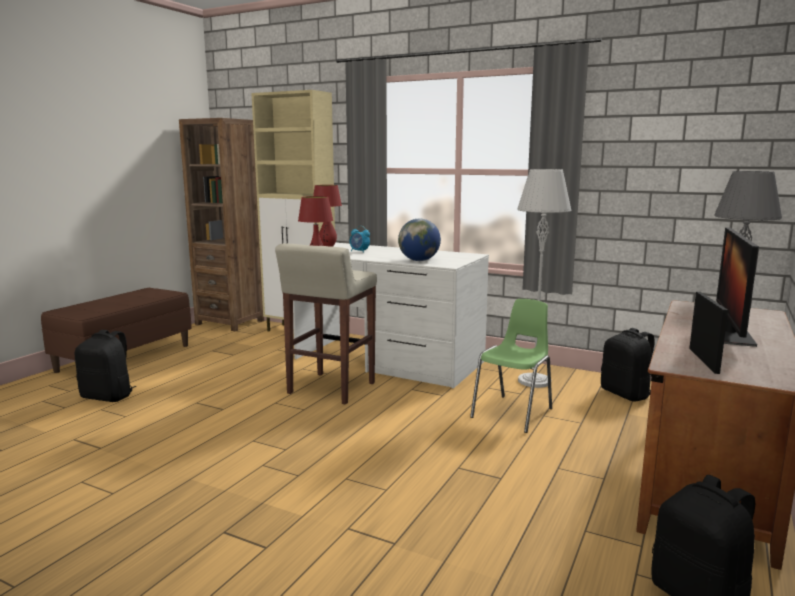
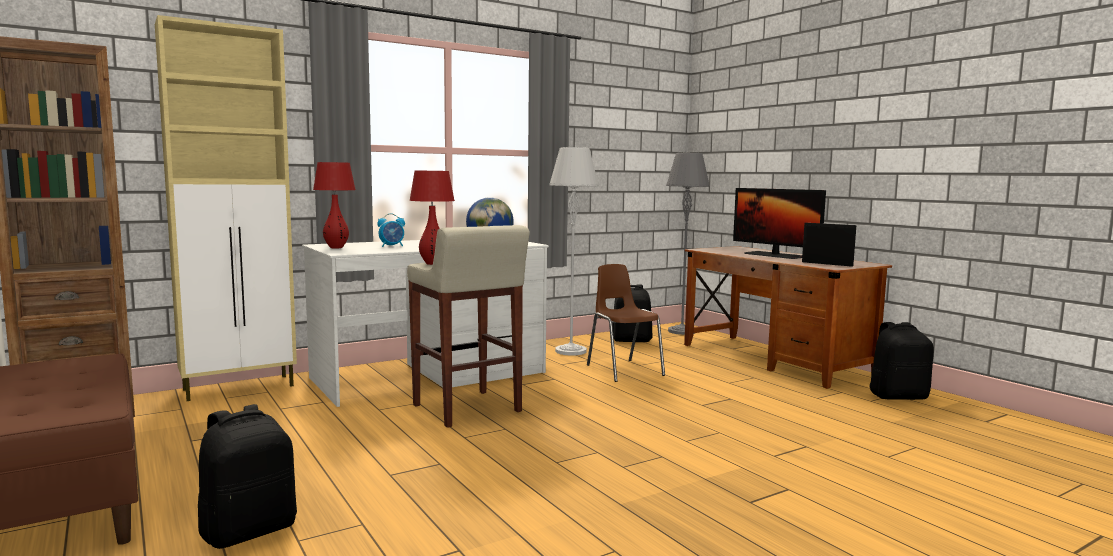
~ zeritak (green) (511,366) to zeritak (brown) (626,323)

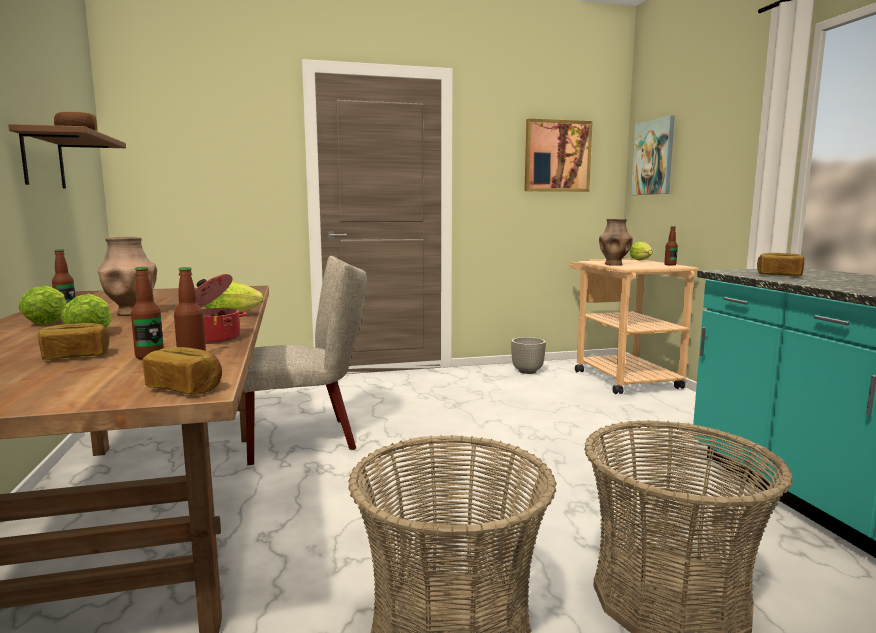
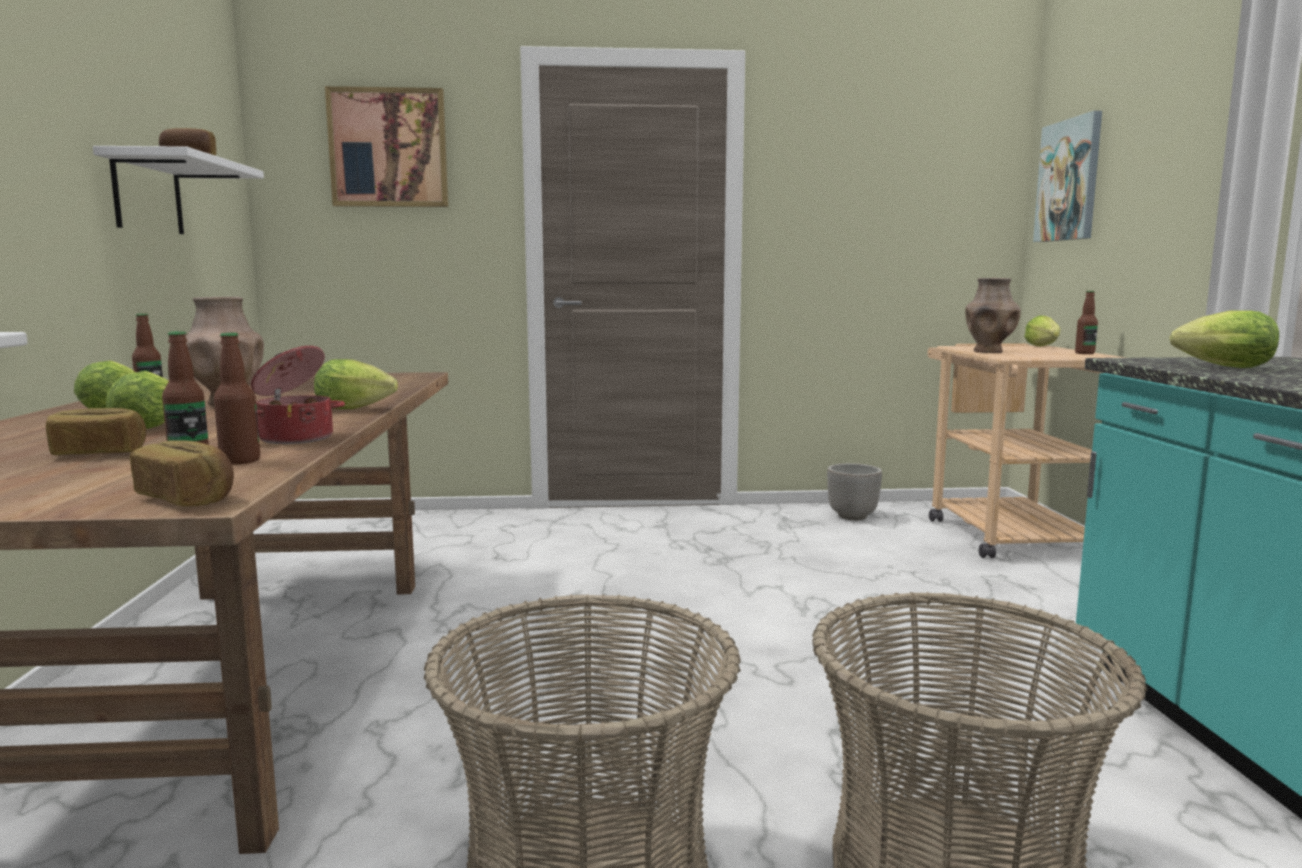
~ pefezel (559,155) to (386,146)
~ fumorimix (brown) (67,156) to fumorimix (white) (178,190)
~ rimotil (780,264) to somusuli (1224,339)
- zeritak (beige) (305,360)

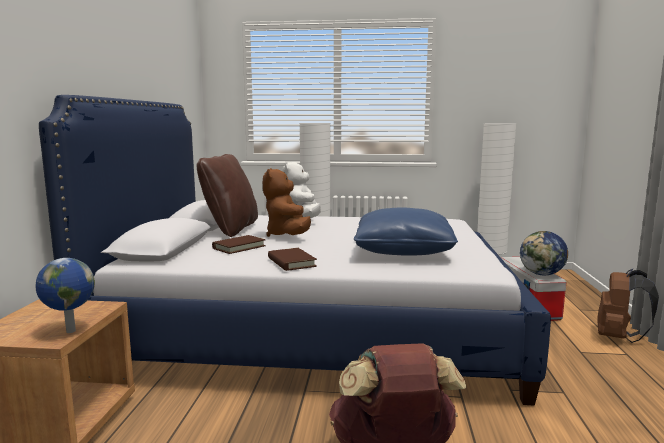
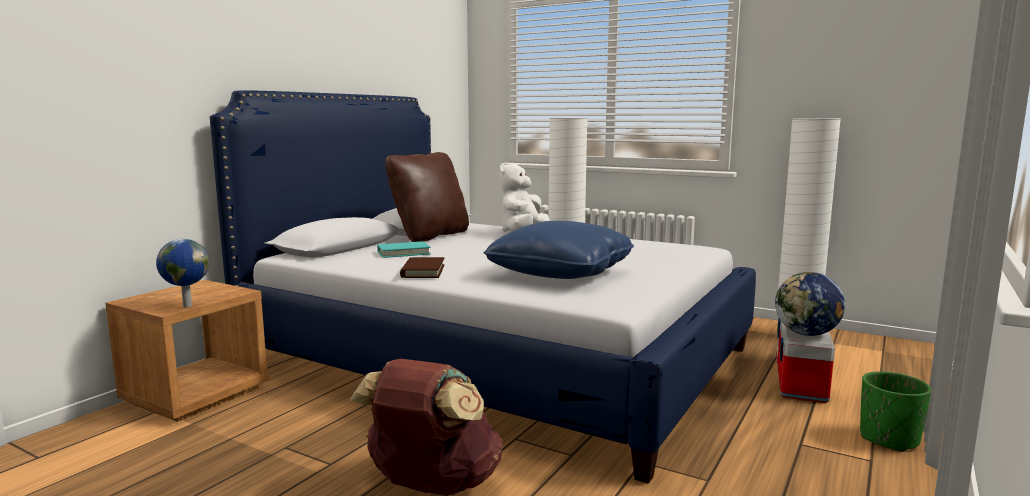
- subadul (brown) (287,202)
~ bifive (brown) (239,244) to bifive (turquoise) (404,249)
~ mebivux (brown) (628,306) to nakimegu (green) (895,411)

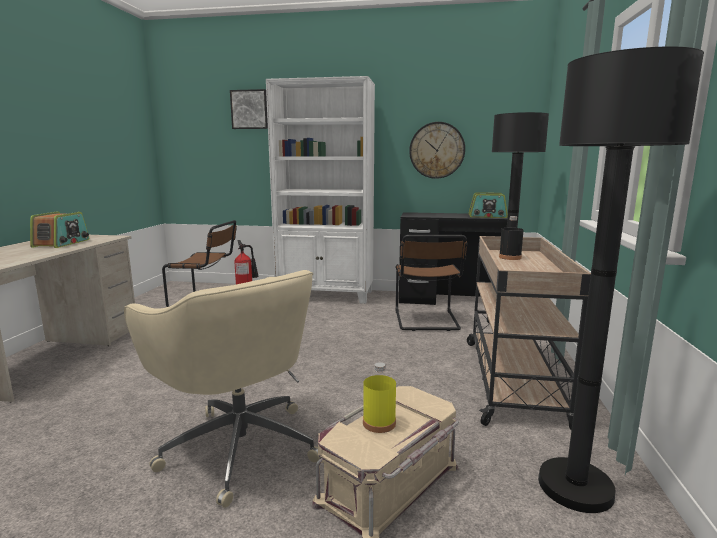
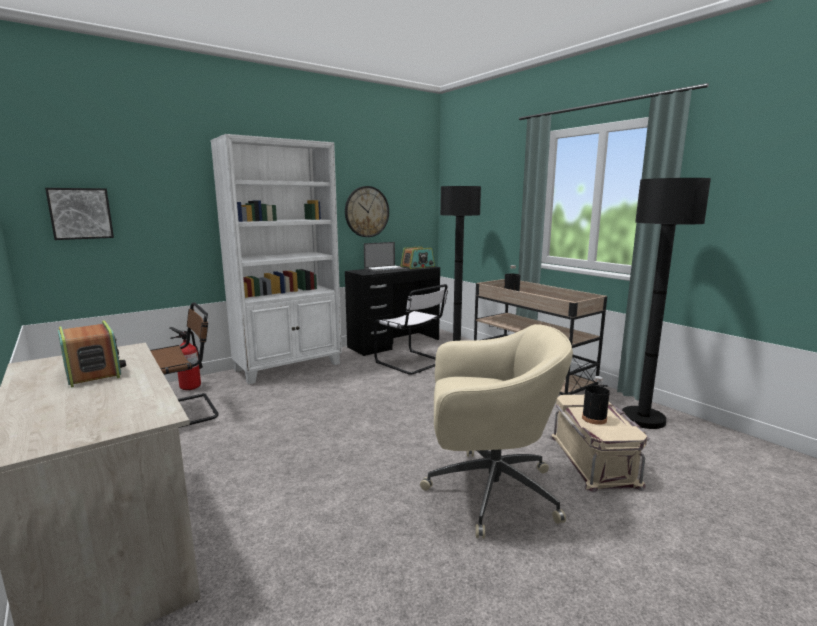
~ pefezel (249,109) to (79,214)
~ zeritak (brown) (431,283) to zeritak (white) (411,329)
~ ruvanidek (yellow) (379,397) to ruvanidek (black) (596,400)
+ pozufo (386,257)

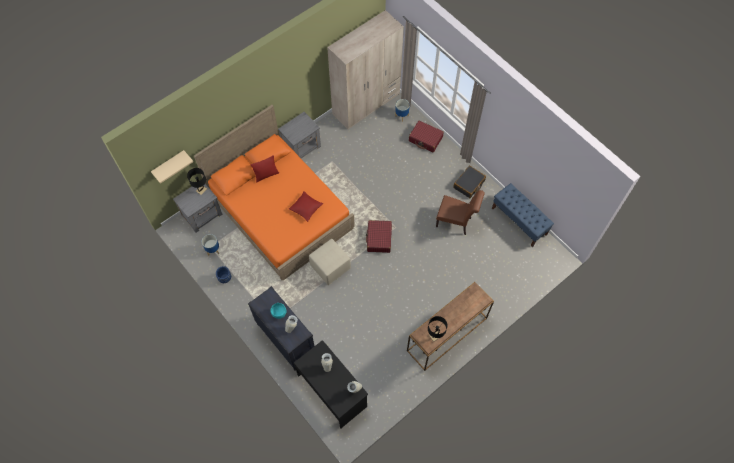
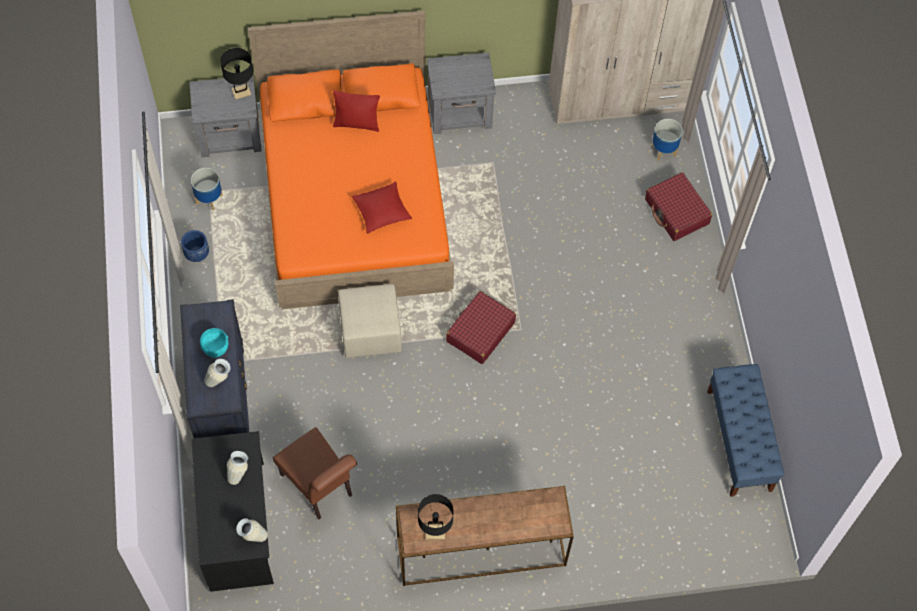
- fumorimix (beige) (172,167)
- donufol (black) (469,182)
~ zeritak (brown) (460,212) to (315,473)

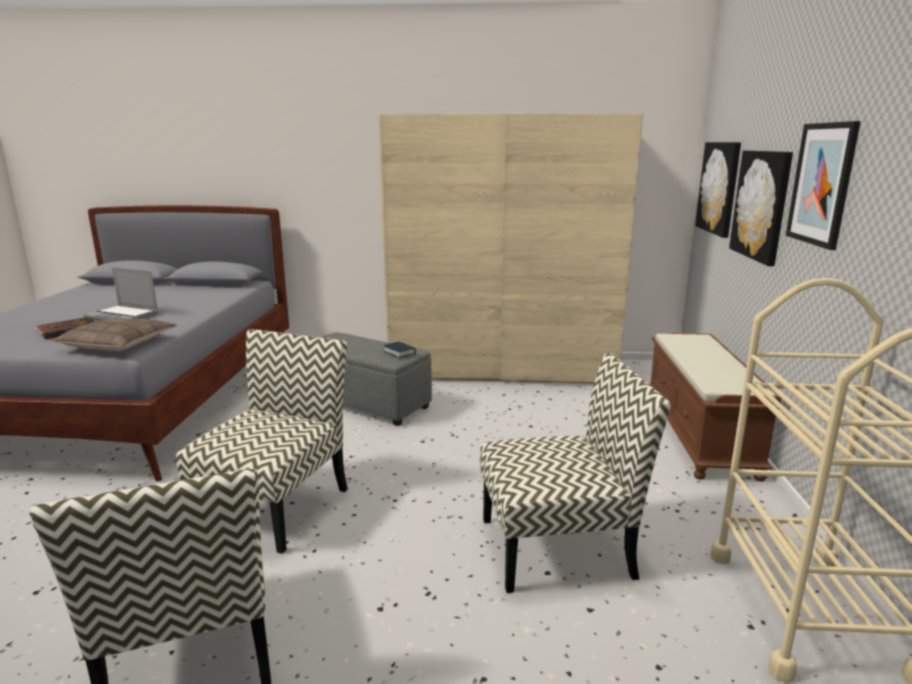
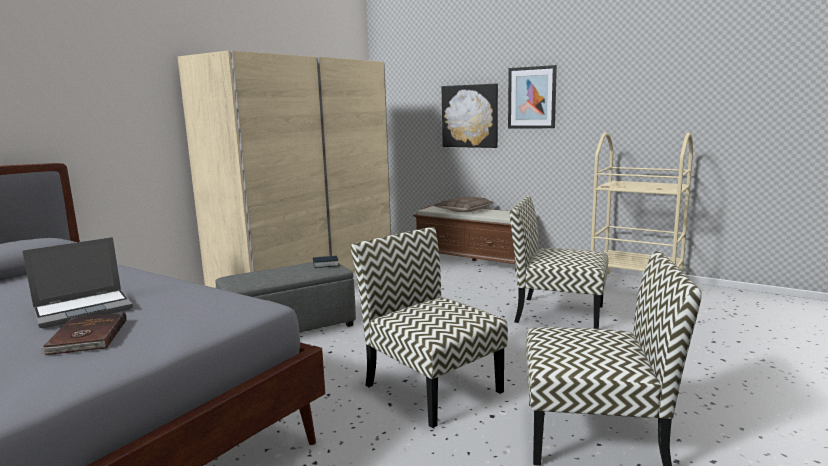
- pefezel (718,190)
~ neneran (115,334) to (464,204)
~ zeritak (575,472) = (559,262) 90 degrees counterclockwise

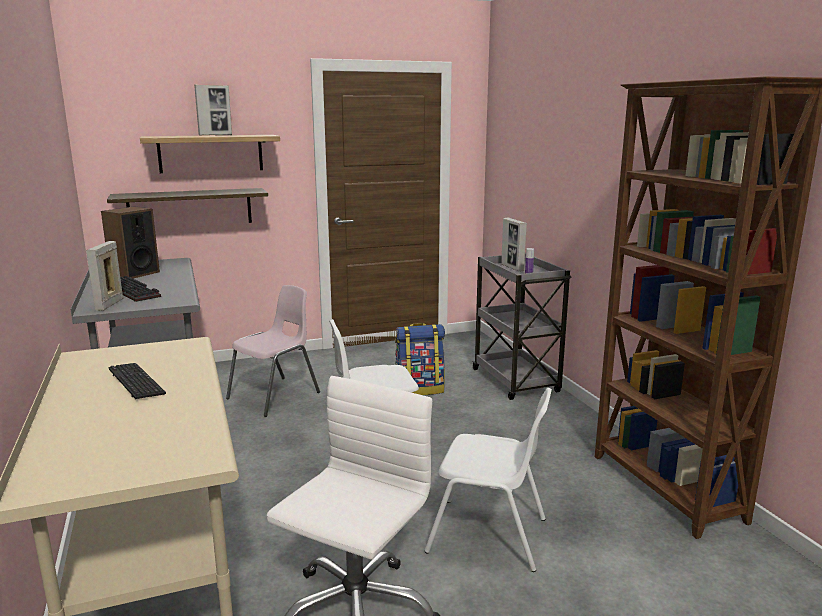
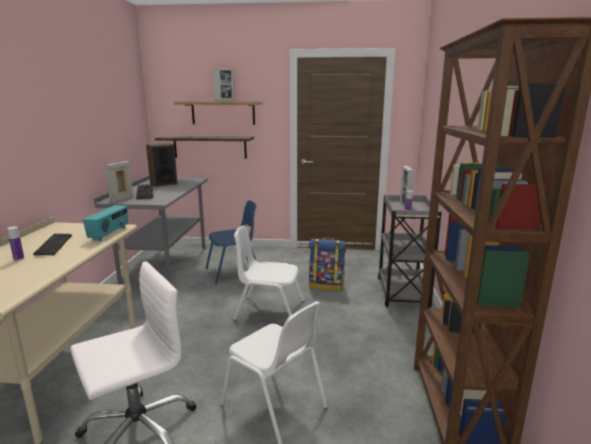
~ zeritak (pink) (273,351) to zeritak (blue) (231,242)
+ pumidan (105,223)
+ ruvanidek (15,243)

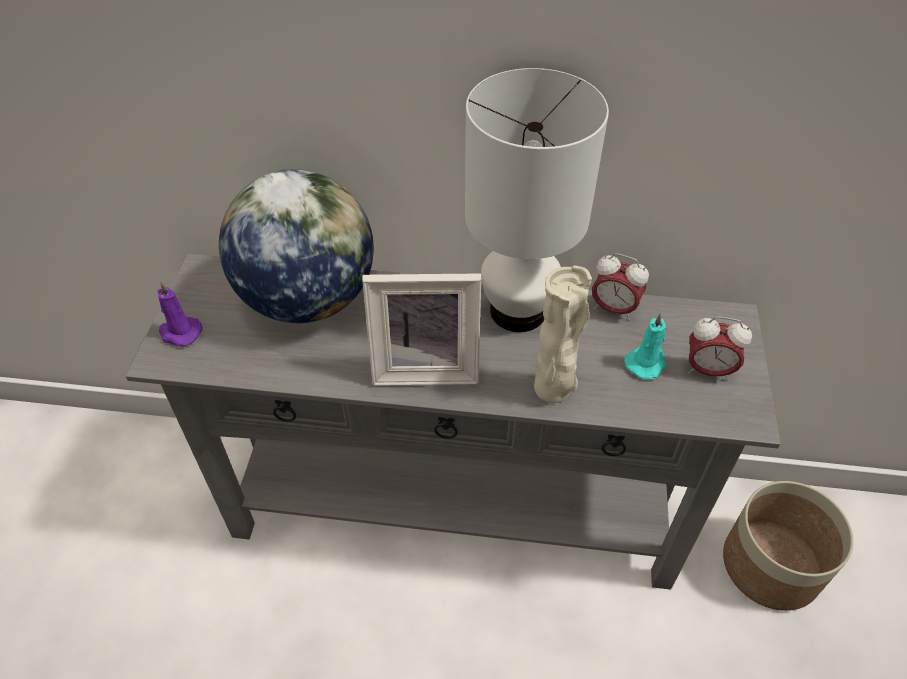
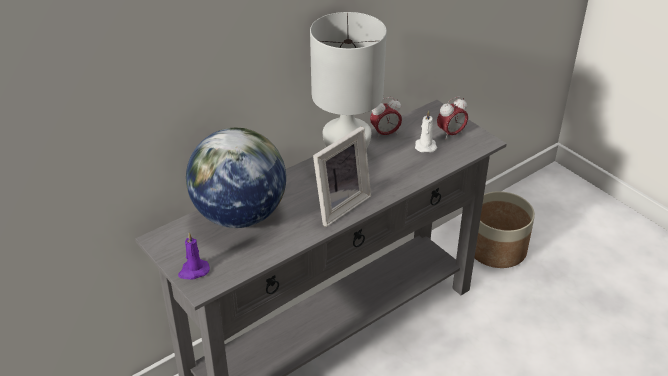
- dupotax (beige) (563,334)
~ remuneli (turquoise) (645,346) to remuneli (white) (426,131)

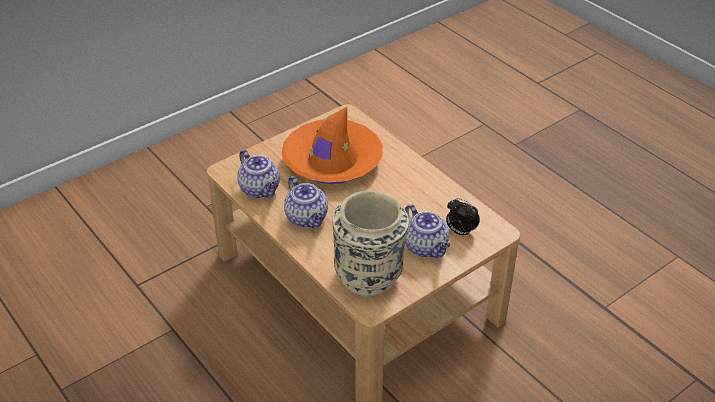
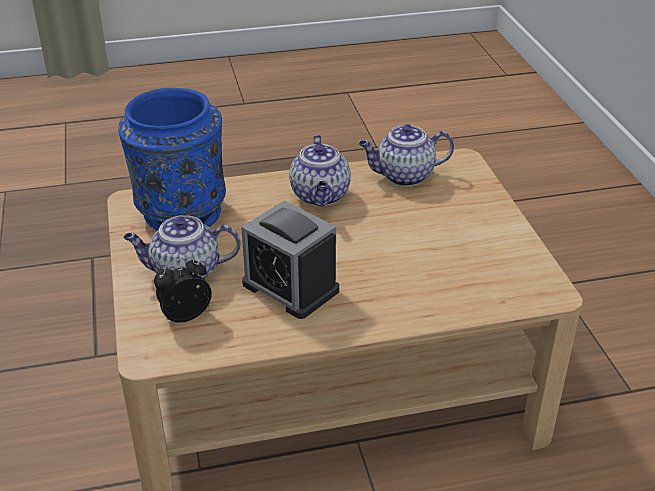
- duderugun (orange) (332,145)
~ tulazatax (306,202) = (320,170) 90 degrees counterclockwise
~ dupotax (beige) (370,244) to dupotax (blue) (172,159)
+ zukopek (290,260)

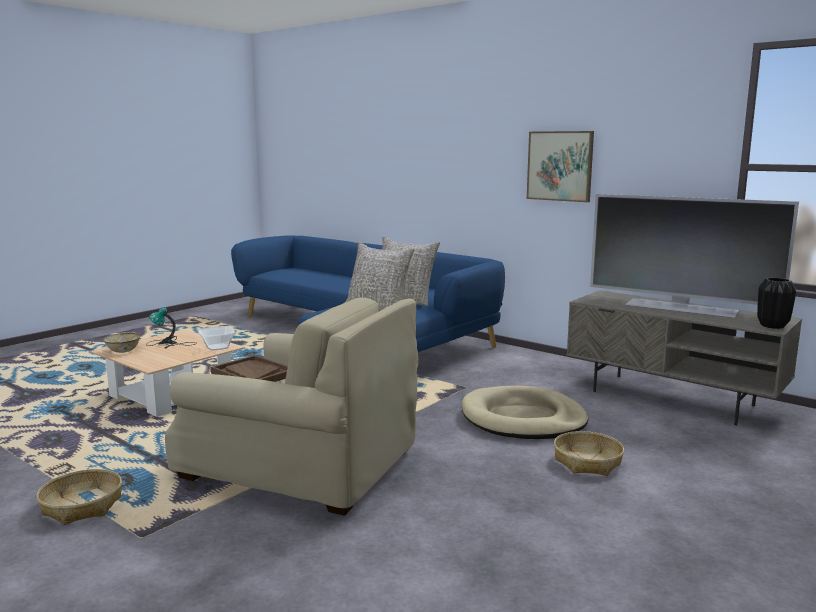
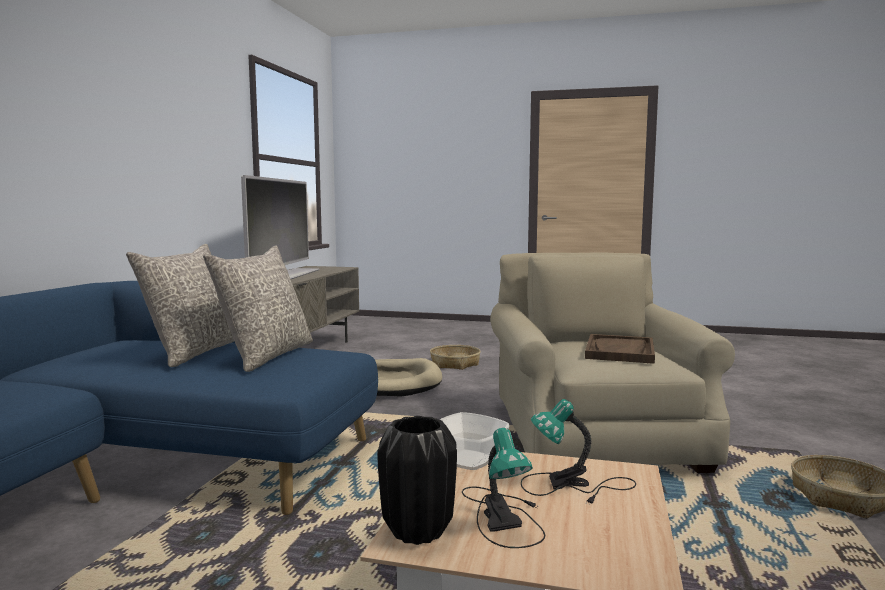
- pefezel (560,166)
~ dupotax (black) (776,303) to (417,480)
- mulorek (121,343)
+ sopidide (578,452)

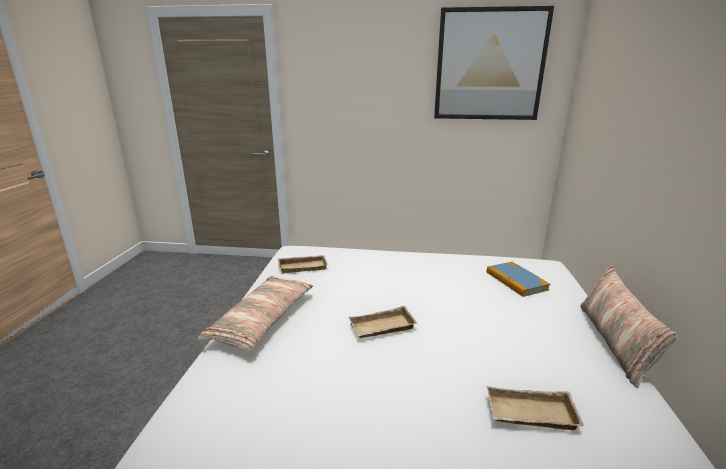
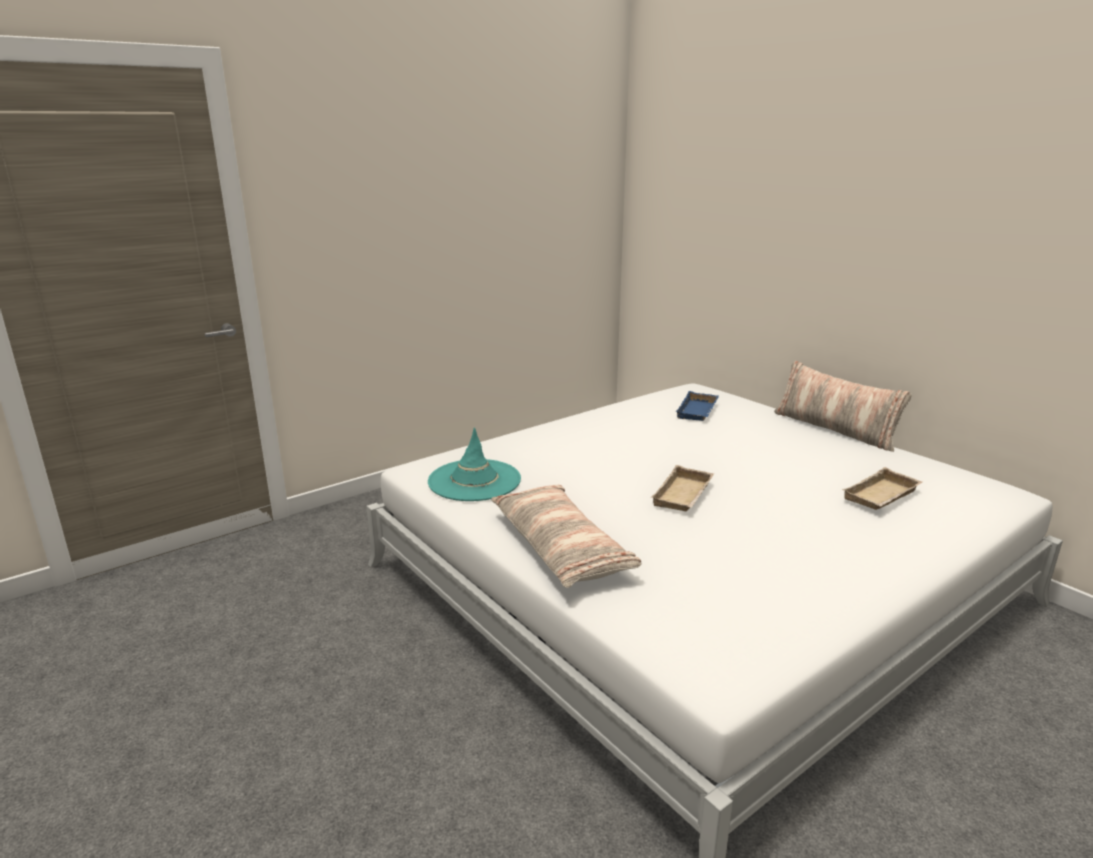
- pefezel (494,63)
~ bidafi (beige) (303,264) to duderugun (turquoise) (474,464)
~ bifive (518,279) to bidafi (blue) (697,406)

